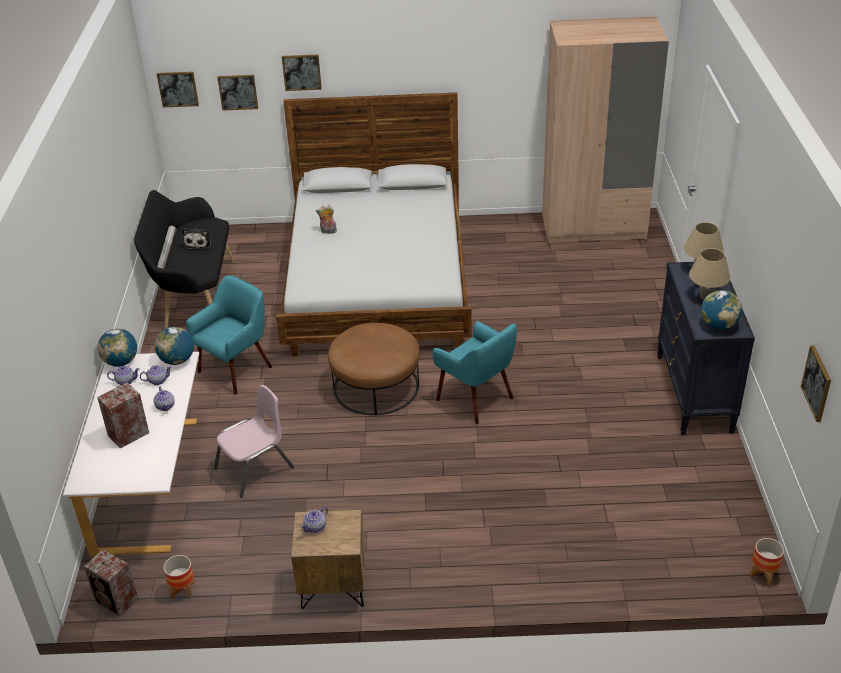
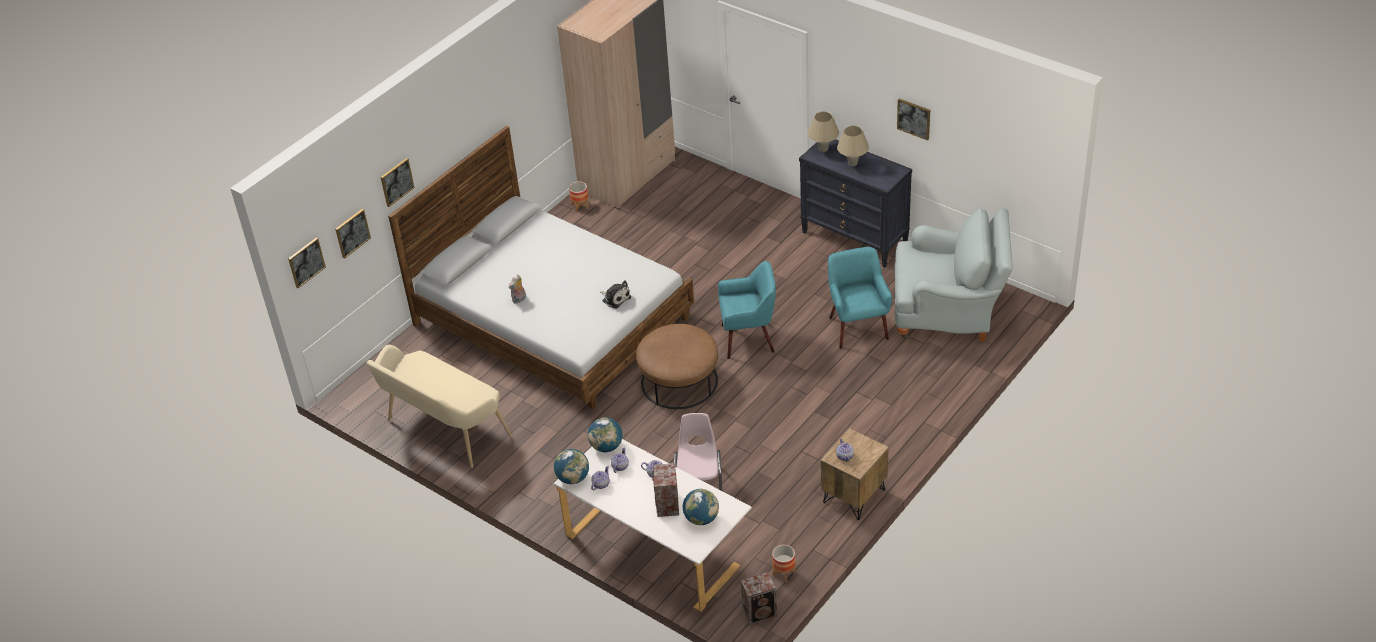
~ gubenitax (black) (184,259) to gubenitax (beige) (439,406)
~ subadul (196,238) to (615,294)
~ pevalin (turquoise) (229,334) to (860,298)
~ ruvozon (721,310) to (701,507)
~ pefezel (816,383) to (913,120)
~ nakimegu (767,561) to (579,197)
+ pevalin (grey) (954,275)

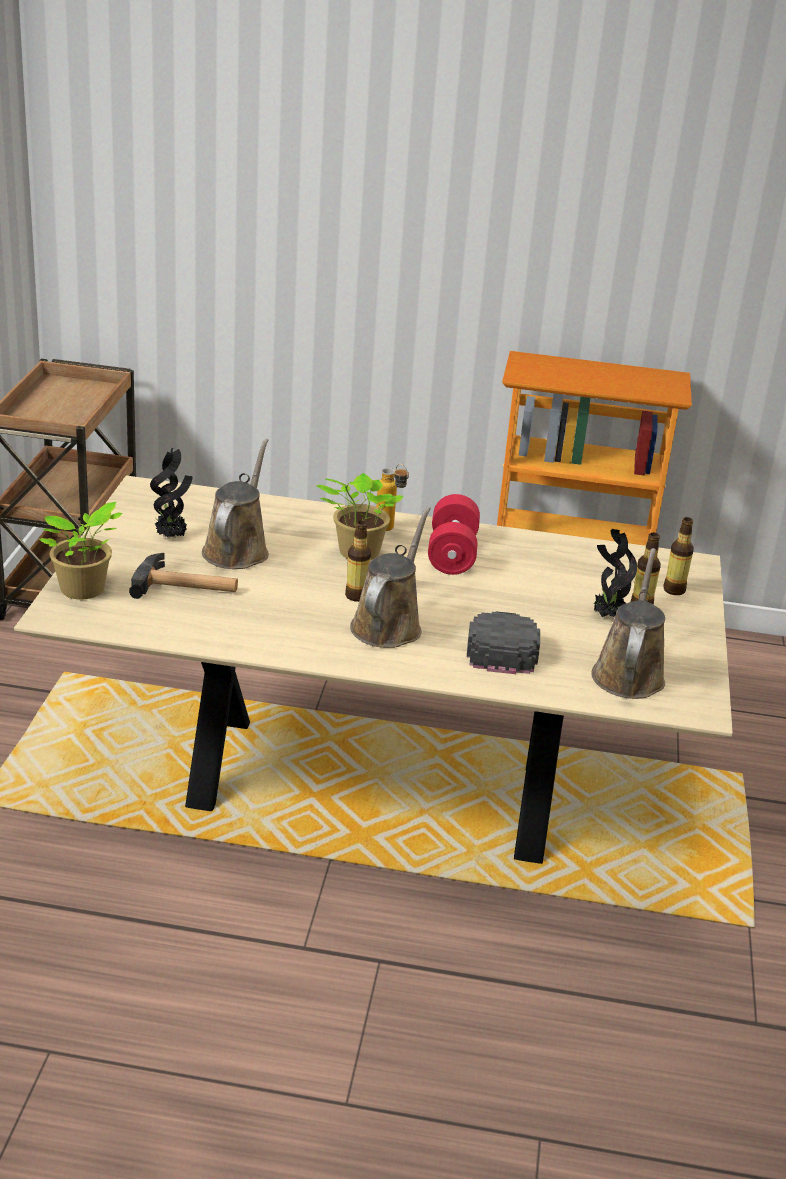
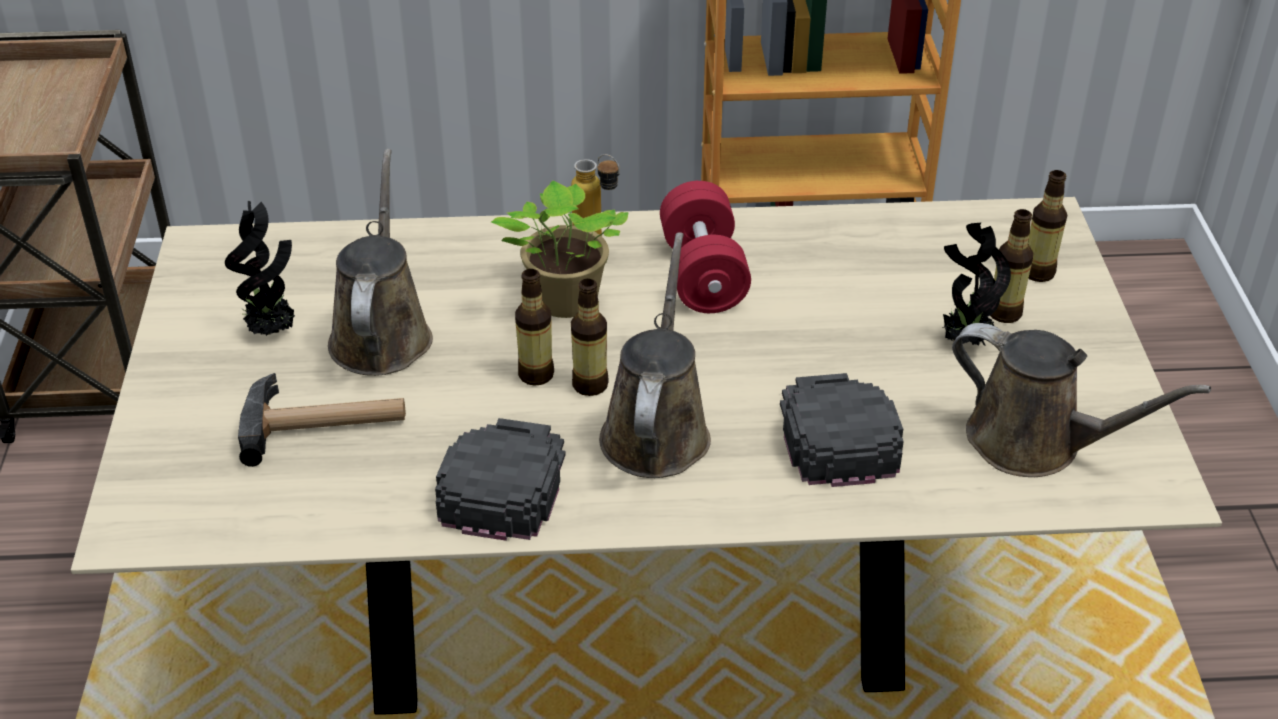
- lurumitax (81,551)
~ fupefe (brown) (628,623) = (1081,400) 120 degrees clockwise
+ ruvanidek (534,327)
+ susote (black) (500,479)

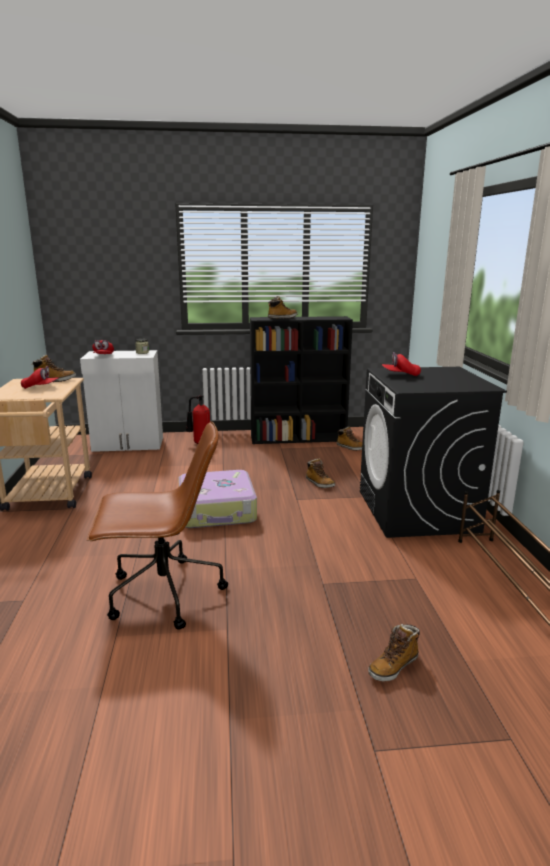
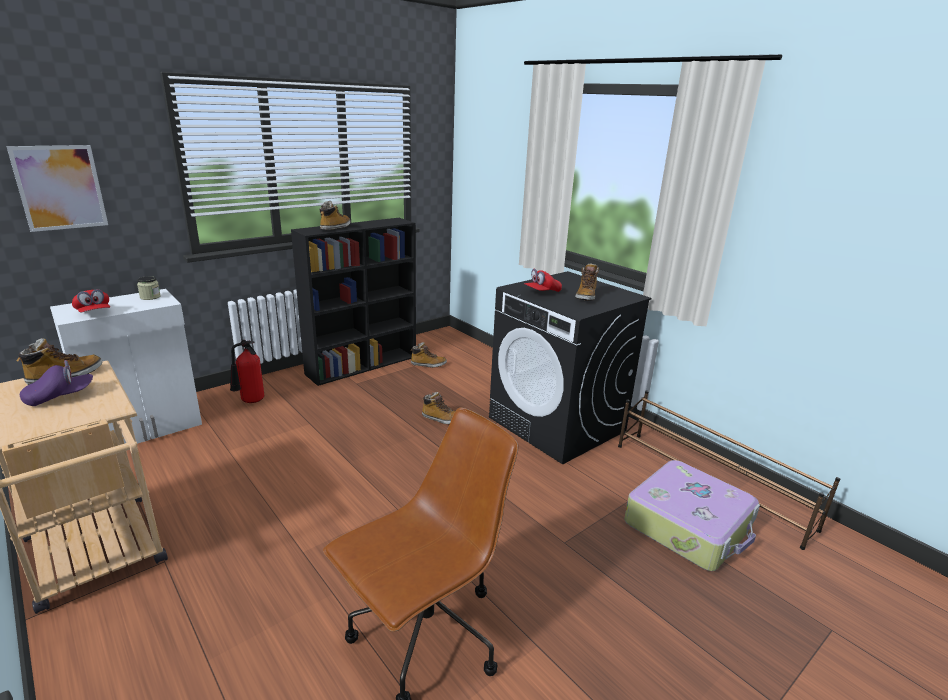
~ susote (red) (39,377) to susote (purple) (56,383)
~ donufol (217,499) to (692,515)
~ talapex (394,652) to (587,282)
+ pefezel (57,188)

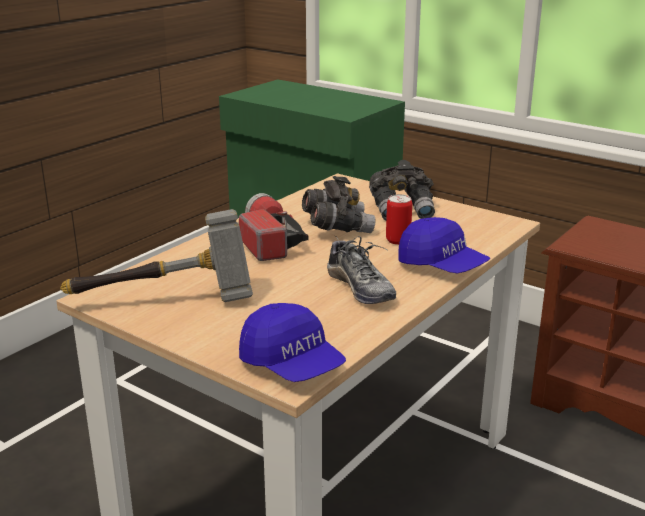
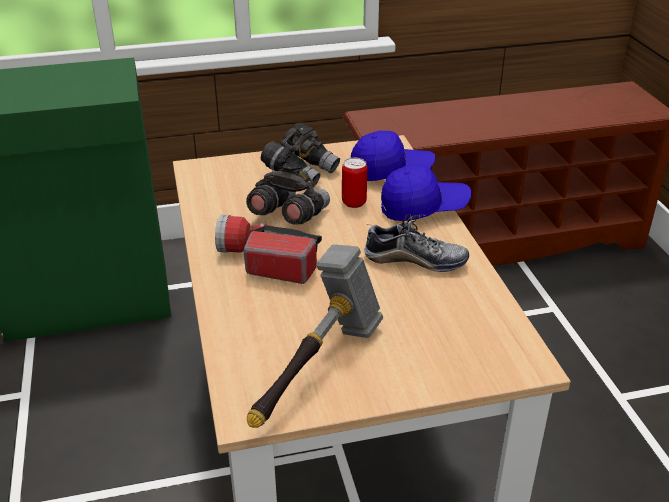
~ susote (blue) (292,342) to (393,156)

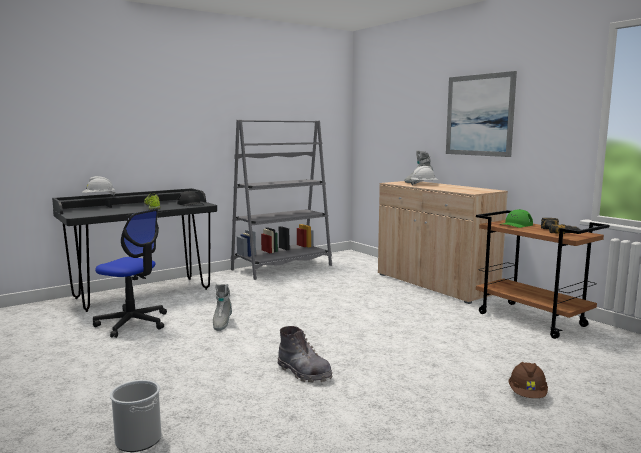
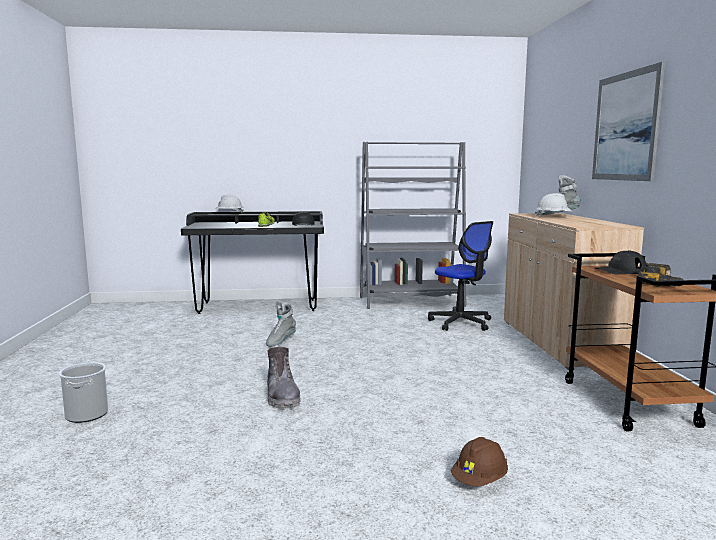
~ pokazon (130,273) to (460,276)
~ susote (green) (516,218) to susote (black) (621,262)

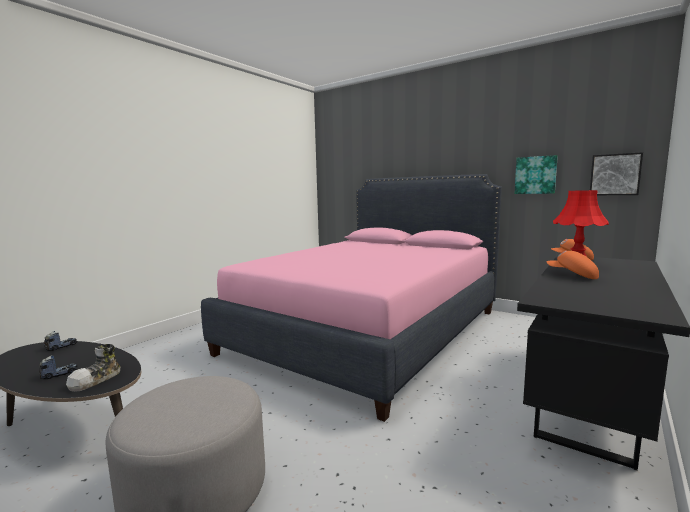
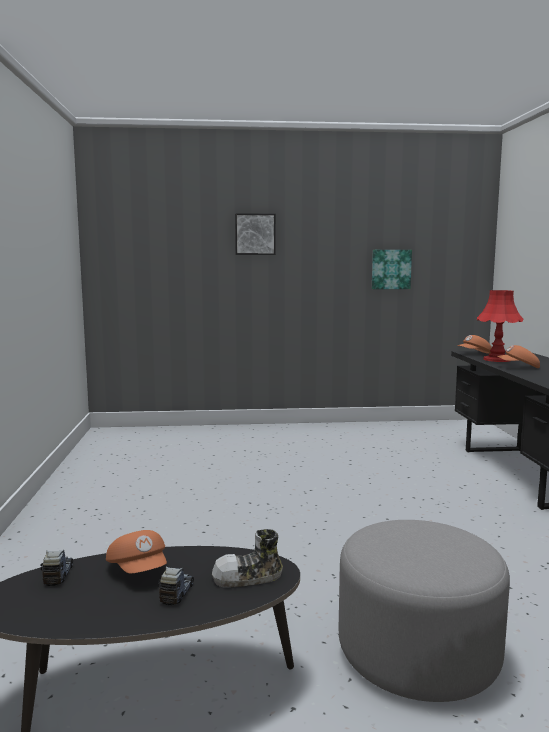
~ pefezel (616,173) to (255,234)
- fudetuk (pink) (351,298)
~ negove (93,368) = (247,558) 90 degrees clockwise
+ susote (orange) (136,552)

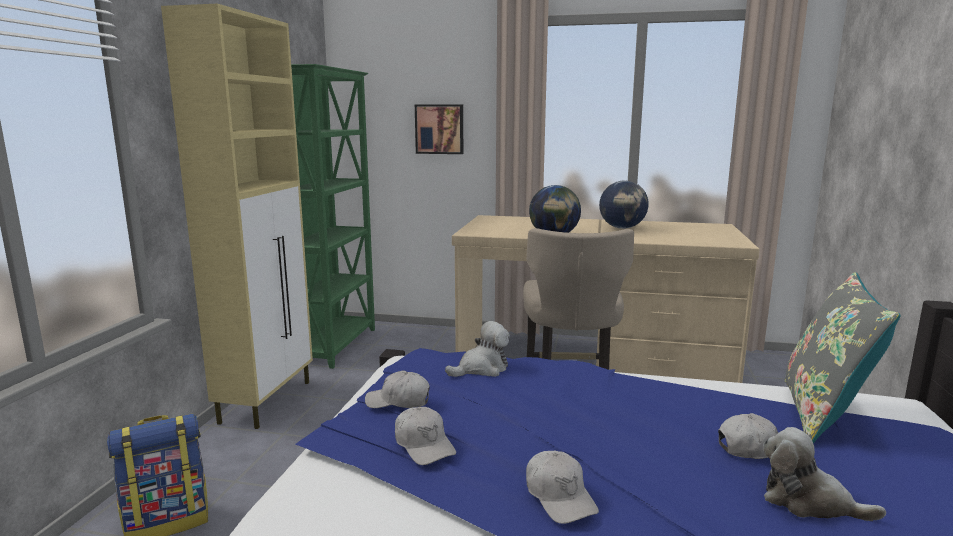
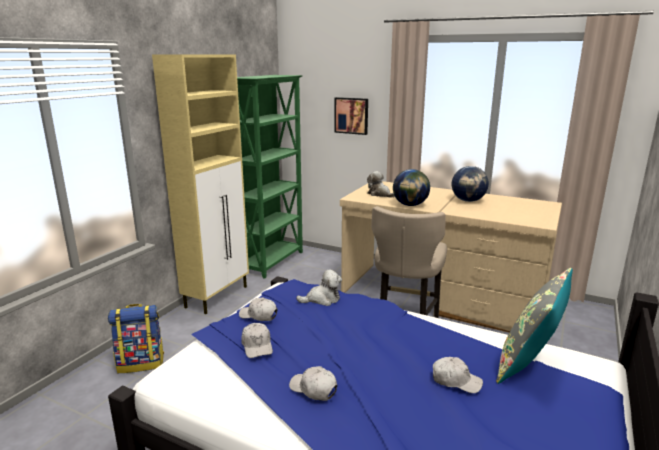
~ subadul (824,474) to (381,184)
~ susote (white) (562,487) = (313,383) 135 degrees clockwise

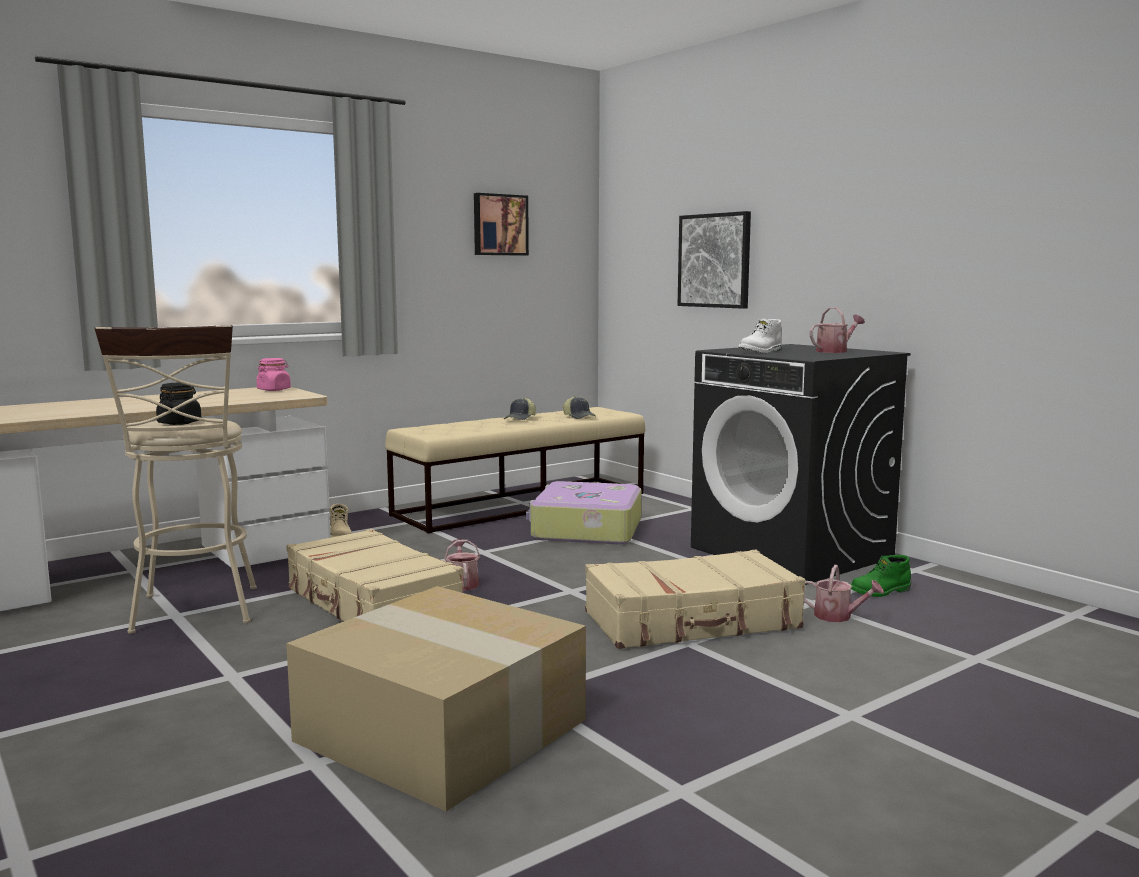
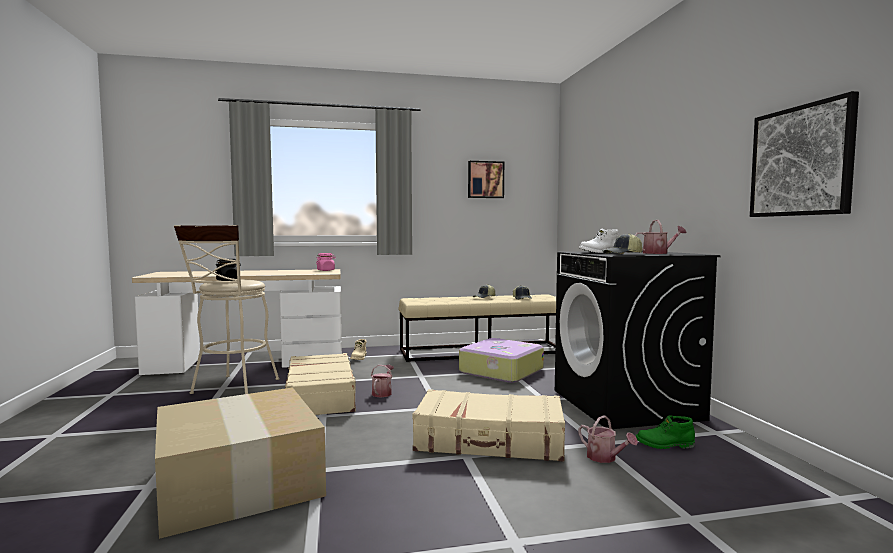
~ pefezel (714,260) to (804,154)
+ susote (622,243)

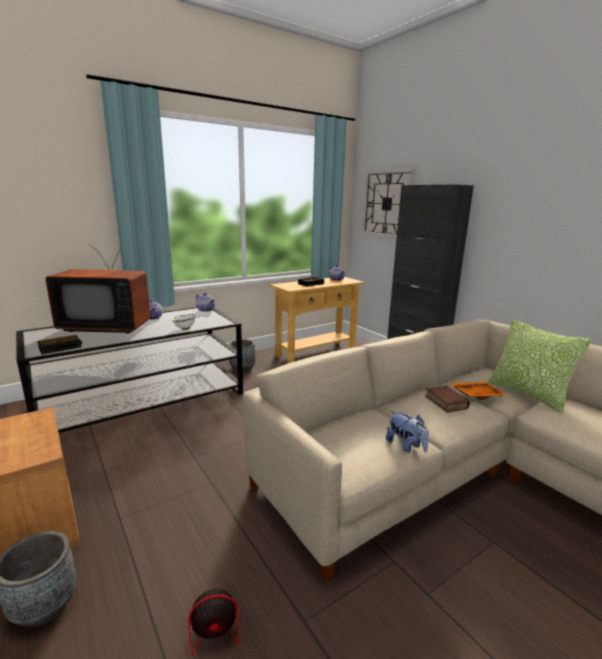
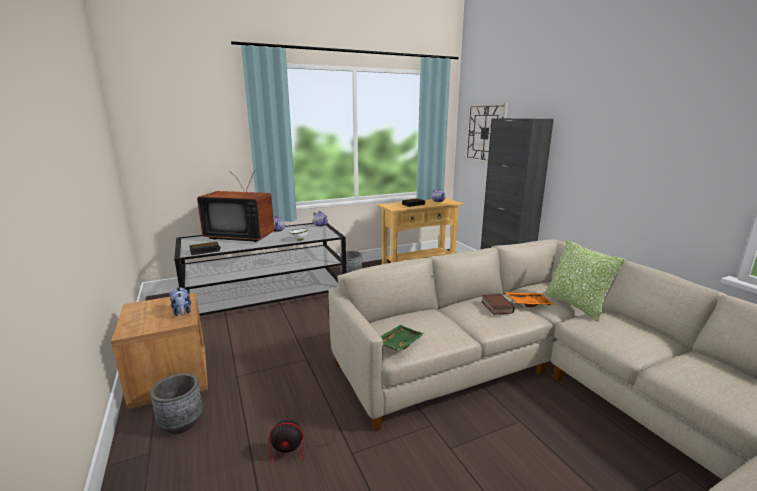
~ subadul (407,432) to (180,301)
+ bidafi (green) (402,338)

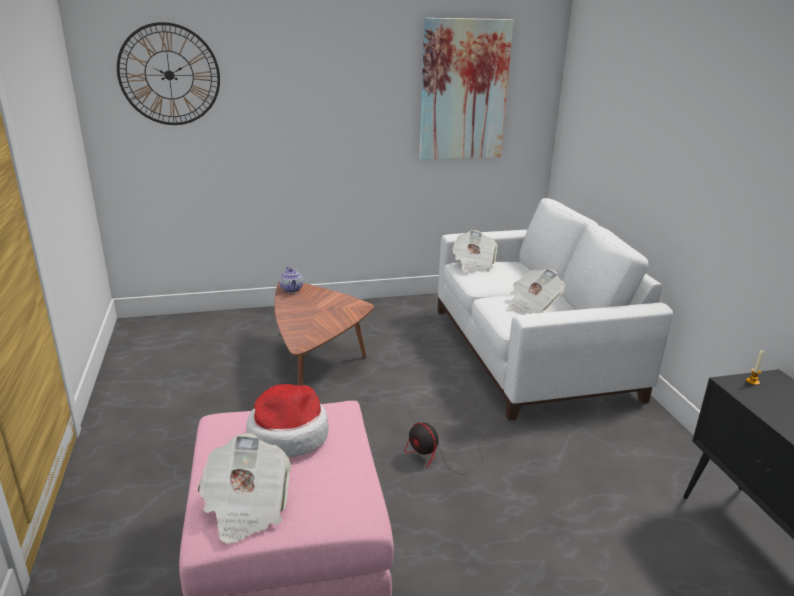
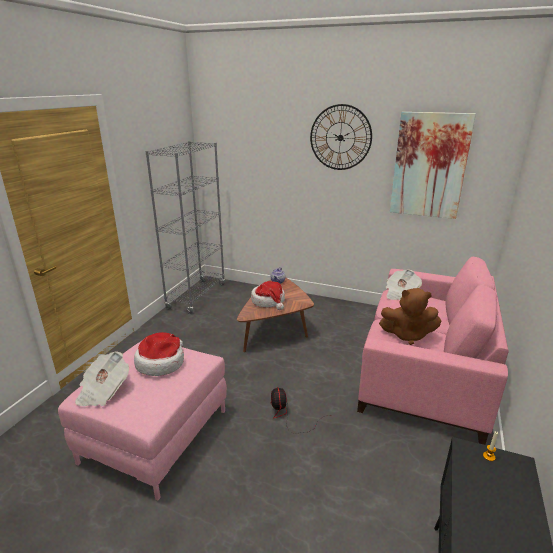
~ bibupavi (168,73) to (341,137)
~ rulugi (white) (555,309) to rulugi (pink) (432,351)
~ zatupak (536,291) to subadul (brown) (410,316)
+ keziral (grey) (185,227)
+ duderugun (268,295)

